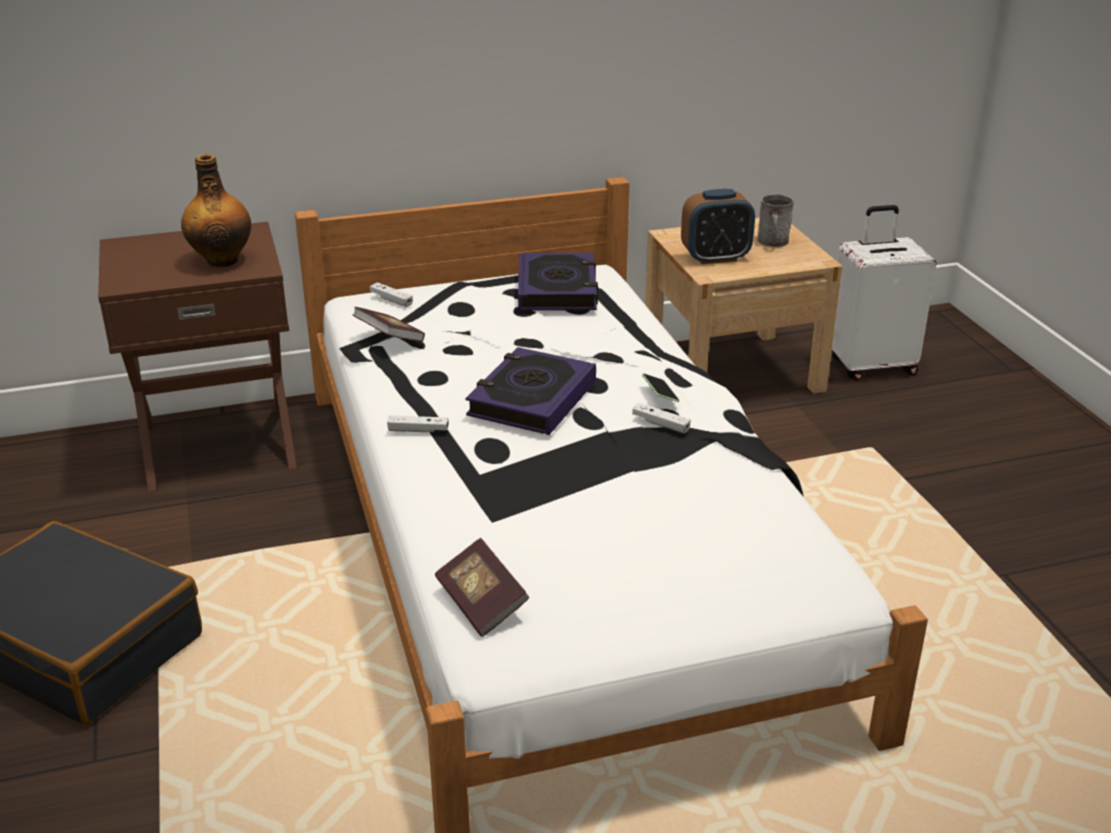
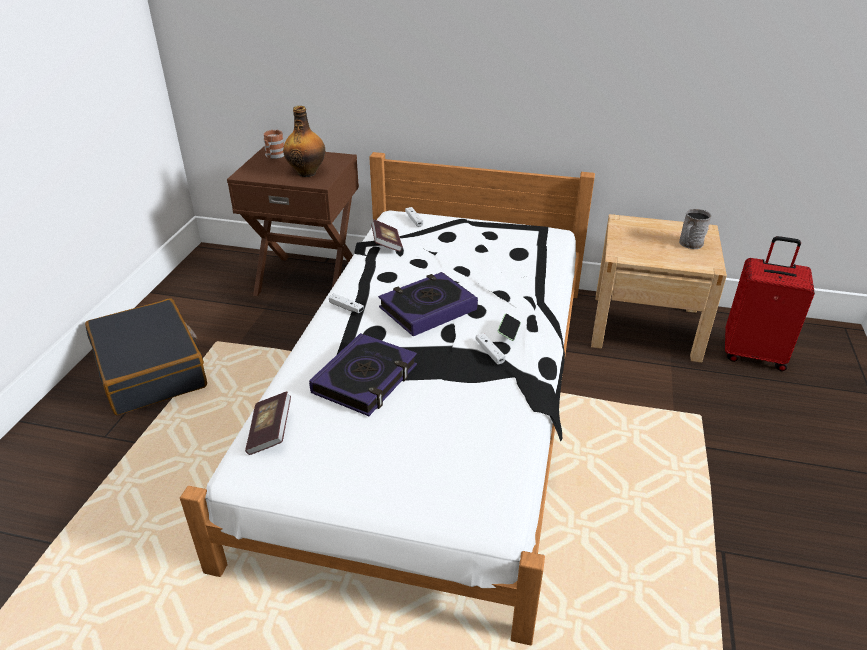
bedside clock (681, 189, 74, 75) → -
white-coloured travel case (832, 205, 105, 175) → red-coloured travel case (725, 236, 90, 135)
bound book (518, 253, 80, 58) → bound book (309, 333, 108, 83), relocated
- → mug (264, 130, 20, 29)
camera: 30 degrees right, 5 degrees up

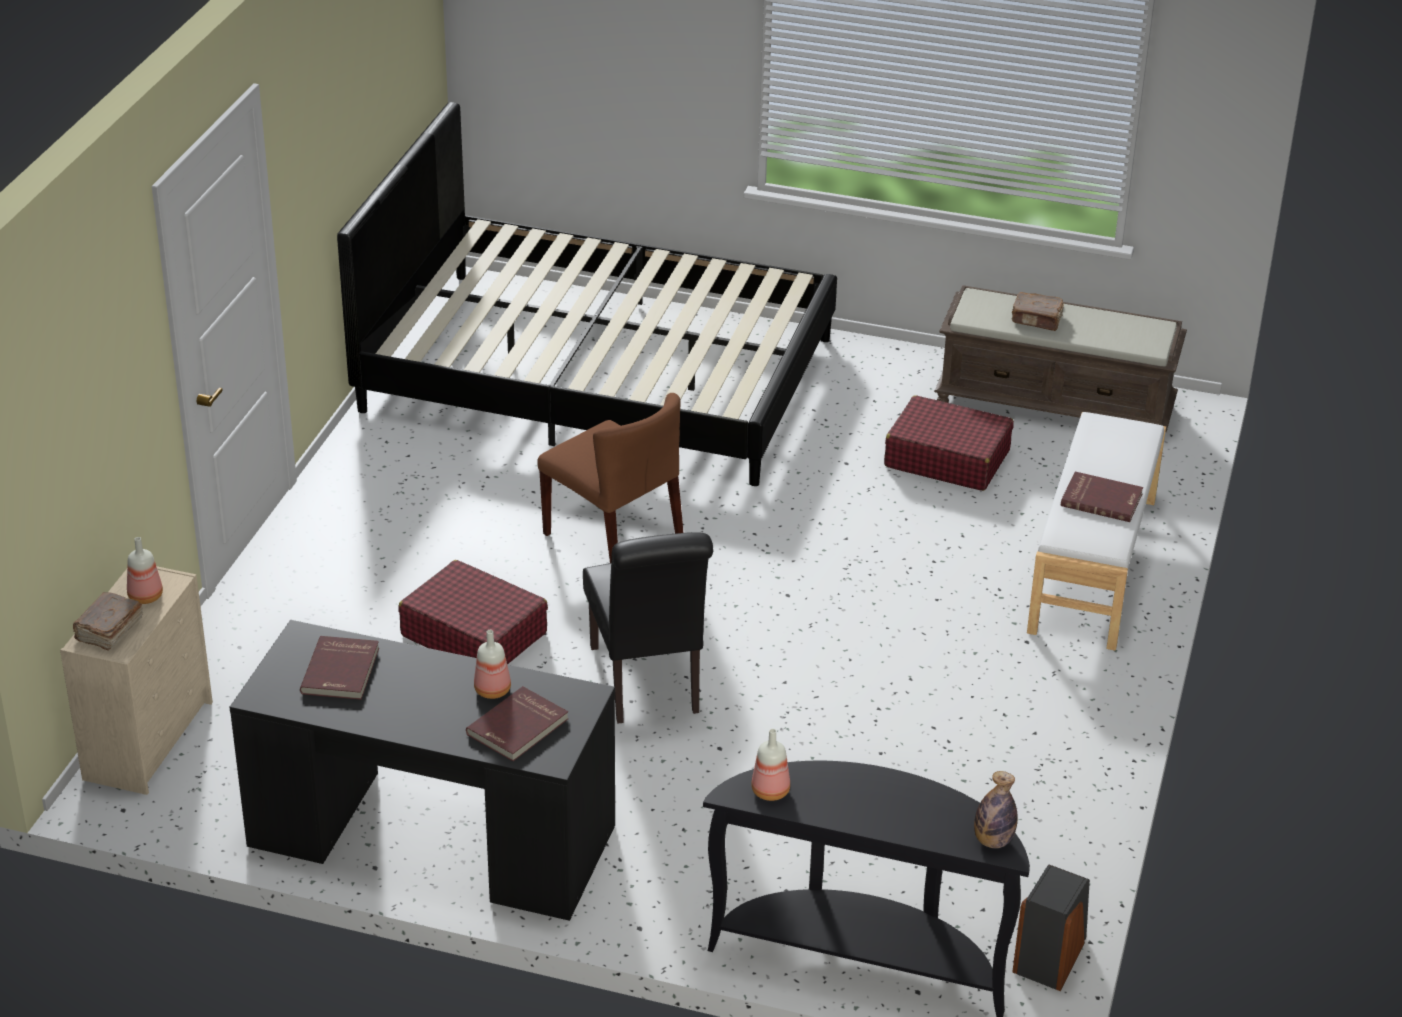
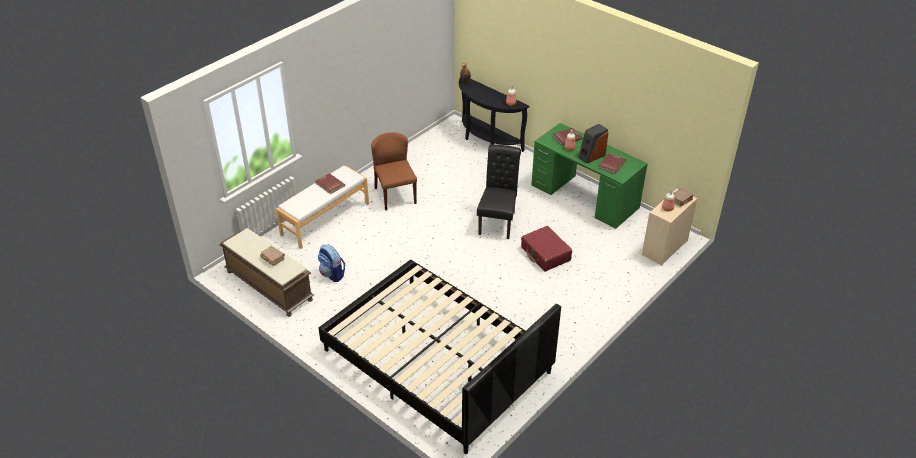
brown-coloured plain chair (538, 393, 146, 170) → brown-coloured plain chair (371, 132, 46, 79), relocated
red-coloured travel case (884, 395, 130, 96) → rucksack (318, 244, 27, 38)
black-coloured desk (229, 620, 386, 301) → greenish desk (531, 123, 117, 106)
audio speaker (1012, 864, 78, 127) → audio speaker (578, 124, 30, 40), relocated
camera: 155 degrees left, 5 degrees up

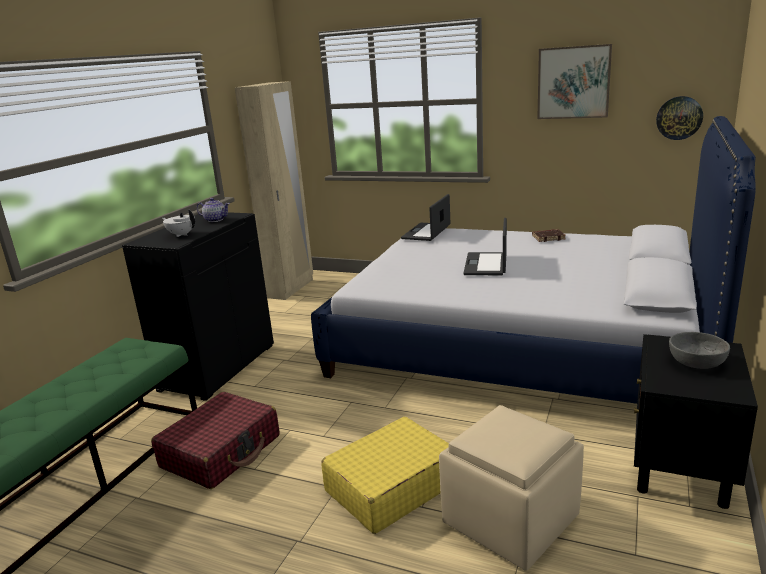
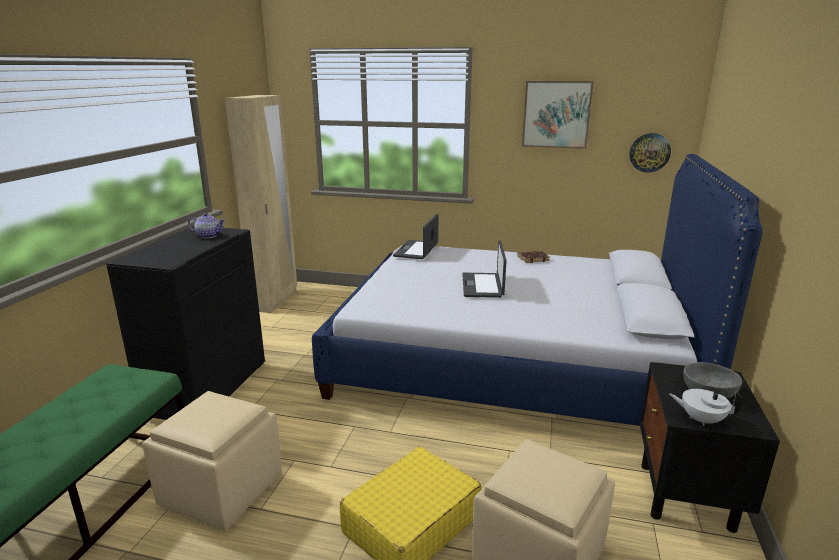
white-coloured teapot (162, 210, 33, 27) → white-coloured teapot (669, 389, 73, 37), relocated
red-coloured travel case (151, 392, 129, 97) → sand-coloured pouffe (142, 391, 140, 139)
camera: 10 degrees left, 0 degrees up

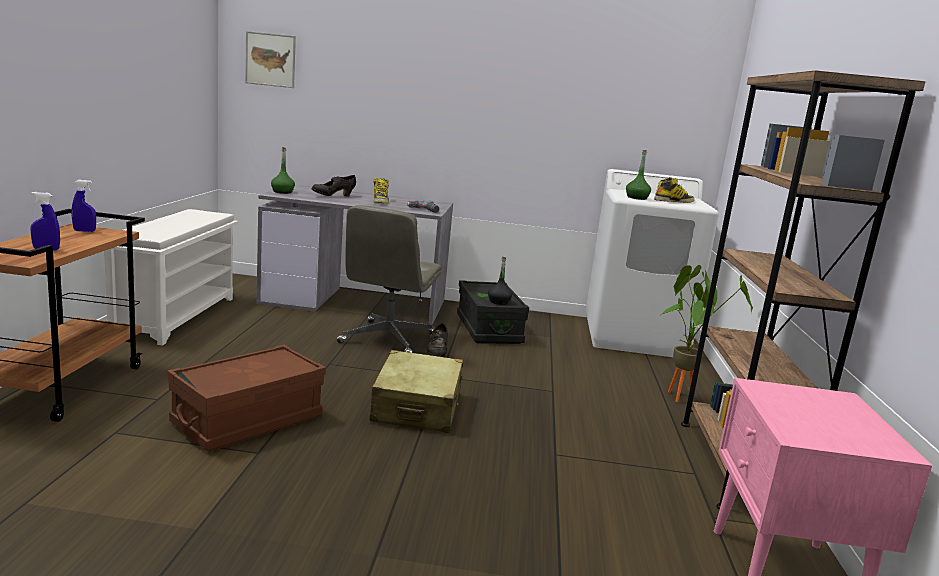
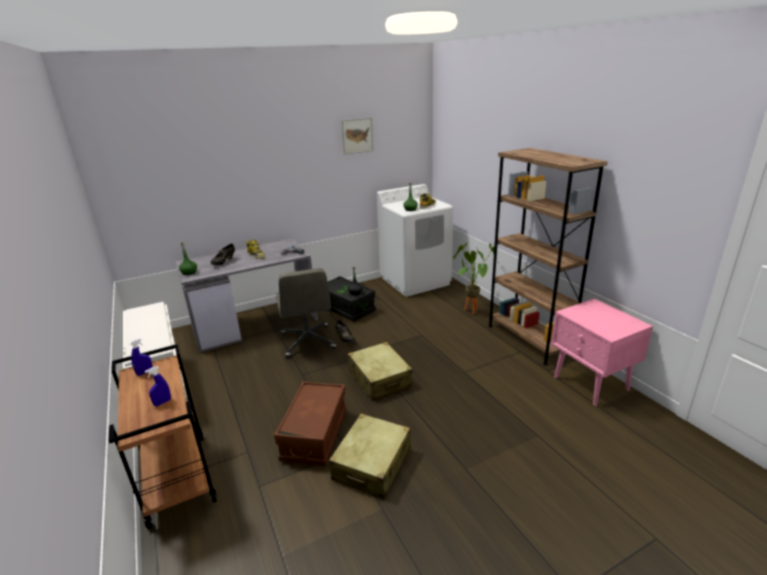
picture (245, 31, 51, 57) → picture (341, 118, 32, 37), relocated
- → sand-coloured travel case (329, 414, 82, 85)
camera: 30 degrees left, 10 degrees up

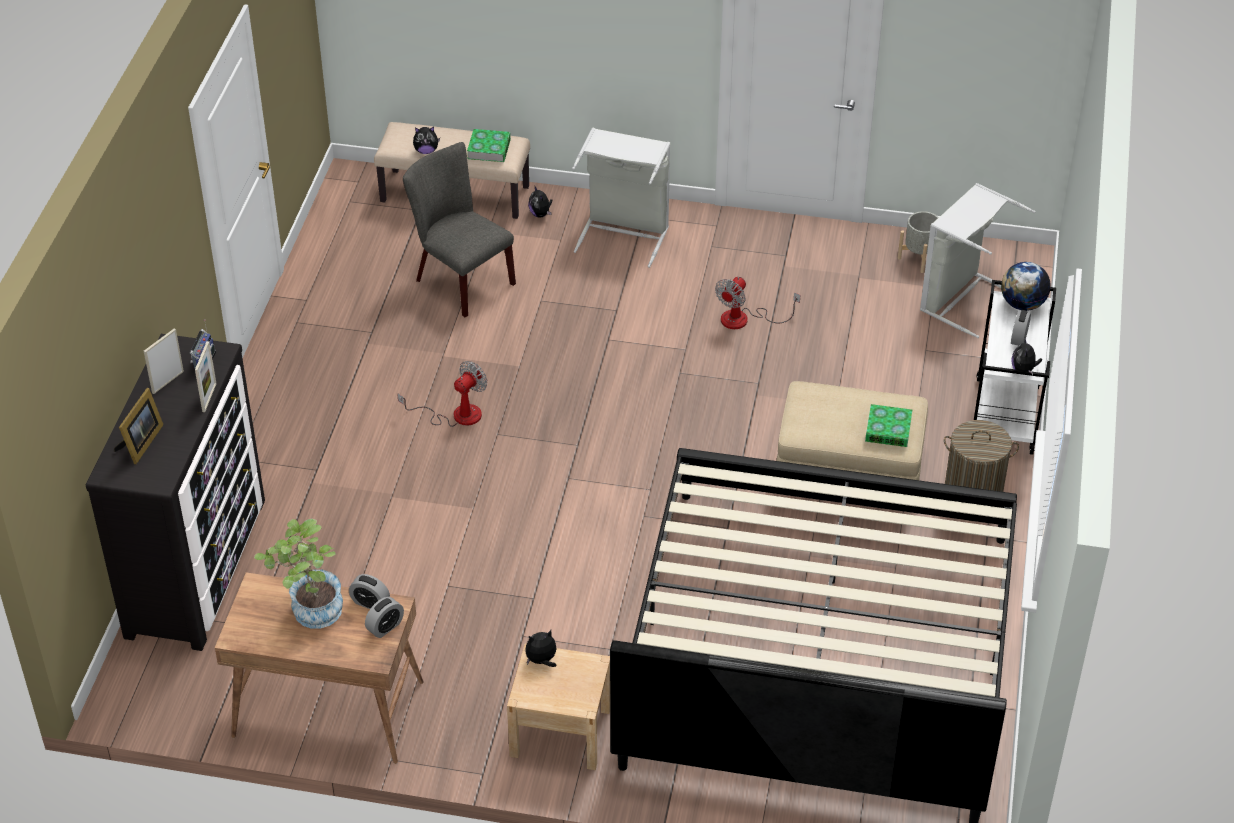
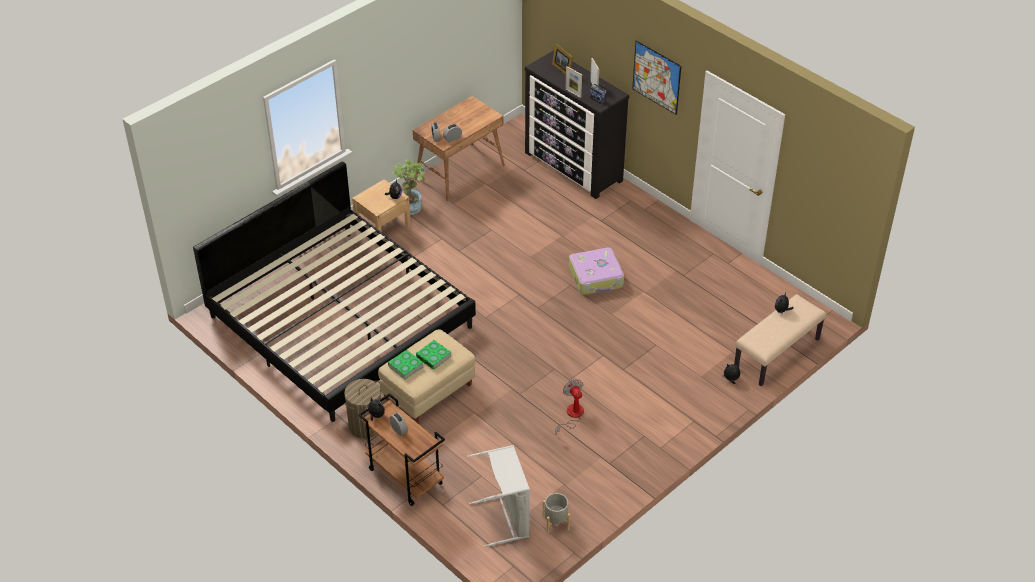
gray laundry basket (572, 128, 99, 140) → -
bound book (467, 129, 44, 33) → bound book (416, 340, 35, 30), relocated
gray plain chair (403, 142, 113, 175) → -
world globe (1001, 262, 50, 49) → -
white-coloured wheeled cart (974, 280, 82, 175) → brown-coloured wheeled cart (358, 393, 87, 113)
electric fan (397, 361, 91, 66) → travel case (569, 247, 55, 48)
potted plant (254, 519, 89, 110) → potted plant (392, 159, 33, 56), relocated
- → picture (632, 40, 49, 75)
camera: 125 degrees right, 0 degrees up

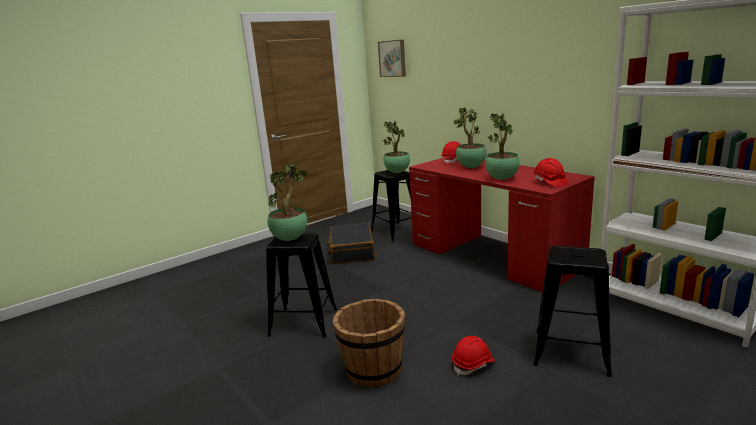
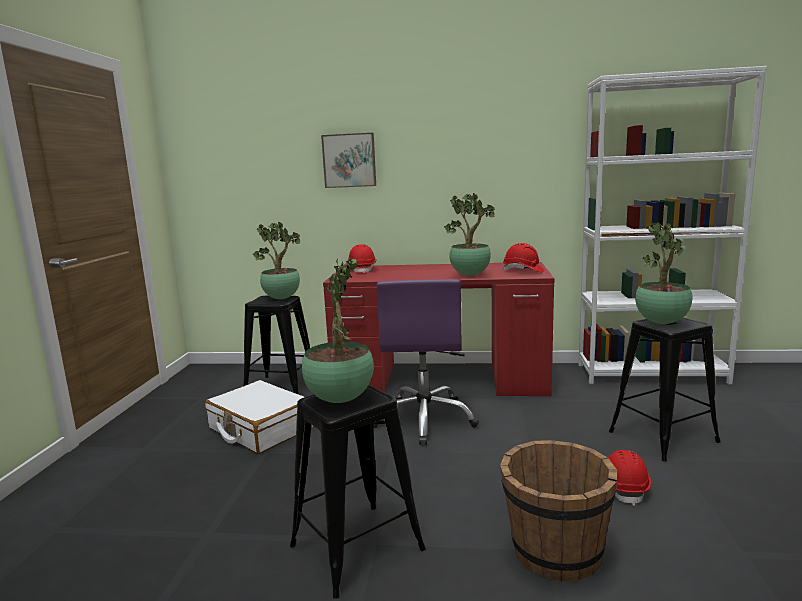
picture (378, 40, 28, 37) → picture (321, 133, 55, 55), relocated
potted plant (454, 107, 33, 61) → potted plant (635, 221, 57, 103), relocated
black-coloured travel case (328, 223, 47, 41) → white-coloured travel case (205, 380, 108, 74)
- → purple-coloured desk chair (373, 279, 106, 166)
camera: 45 degrees left, 5 degrees down

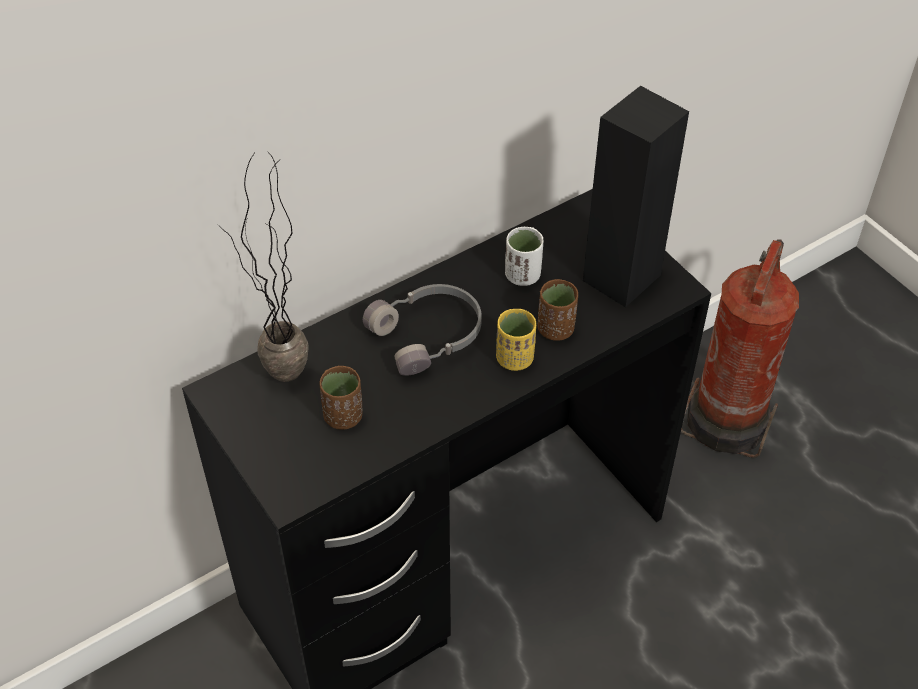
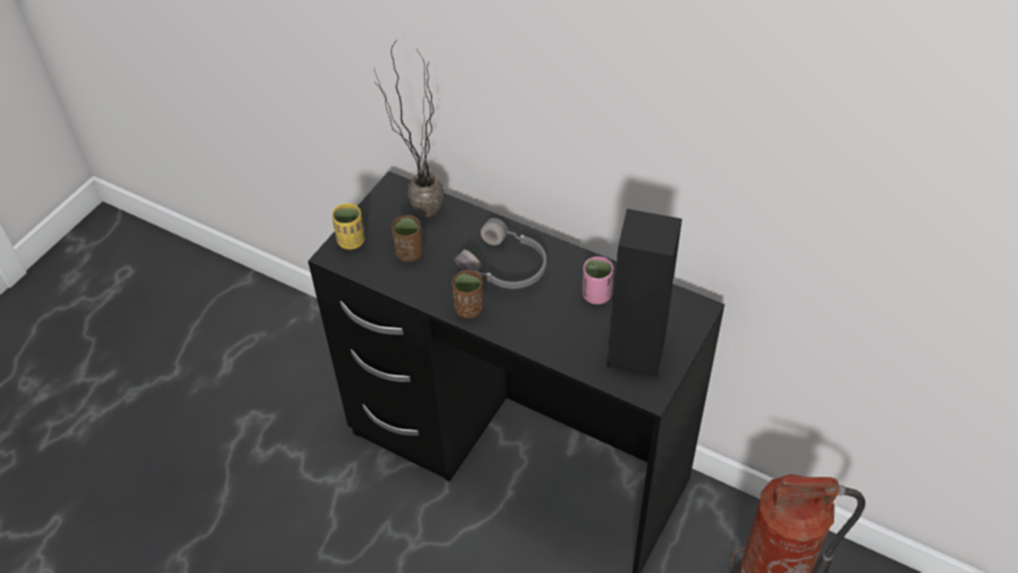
white-coloured drinking cup (505, 227, 38, 59) → pink drinking cup (582, 256, 32, 48)
brown-coloured drinking cup (537, 279, 41, 62) → brown-coloured drinking cup (452, 270, 32, 48), relocated
yellowish drinking cup (496, 309, 40, 62) → yellowish drinking cup (332, 203, 33, 47), relocated
camera: 65 degrees right, 0 degrees up

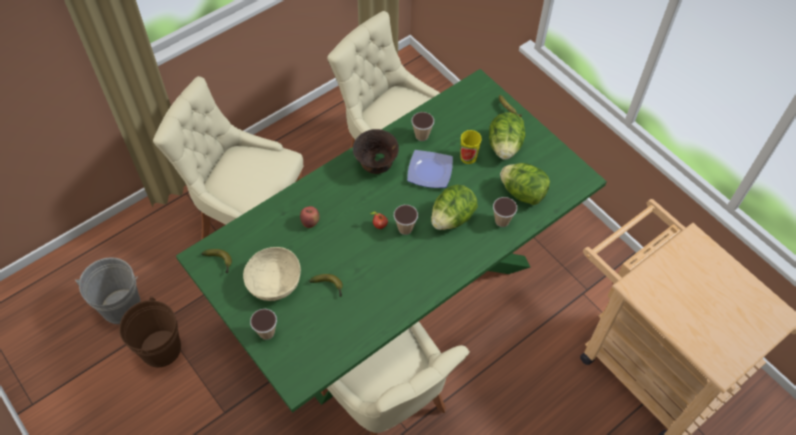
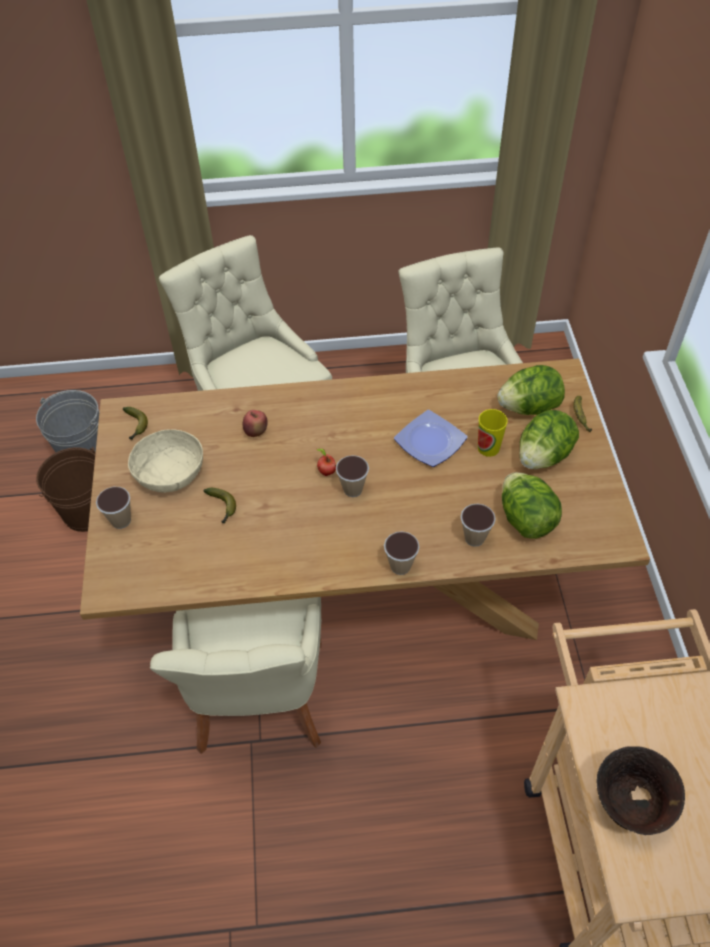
greenish dinner table (176, 69, 431, 344) → brown-coloured dinner table (80, 358, 570, 282)
drinking cup (411, 112, 23, 29) → drinking cup (384, 531, 35, 44), relocated
brown-coloured serving bowl (353, 129, 46, 45) → brown-coloured serving bowl (597, 746, 88, 89), relocated
head of lettuce (431, 185, 47, 45) → head of lettuce (497, 365, 68, 50), relocated
camera: 35 degrees right, 5 degrees down

